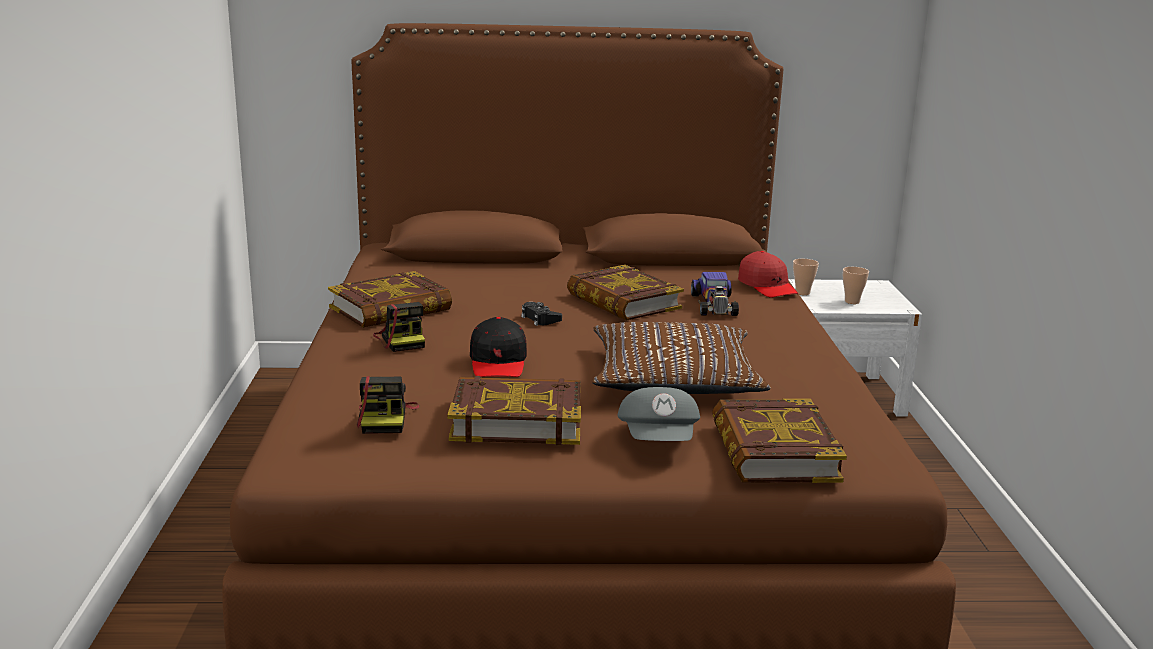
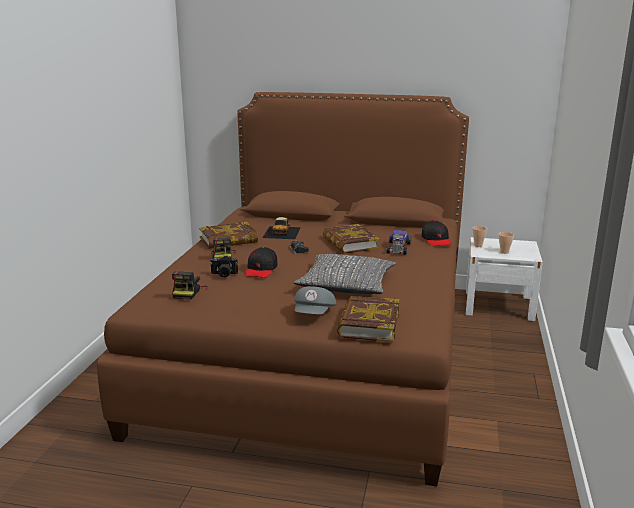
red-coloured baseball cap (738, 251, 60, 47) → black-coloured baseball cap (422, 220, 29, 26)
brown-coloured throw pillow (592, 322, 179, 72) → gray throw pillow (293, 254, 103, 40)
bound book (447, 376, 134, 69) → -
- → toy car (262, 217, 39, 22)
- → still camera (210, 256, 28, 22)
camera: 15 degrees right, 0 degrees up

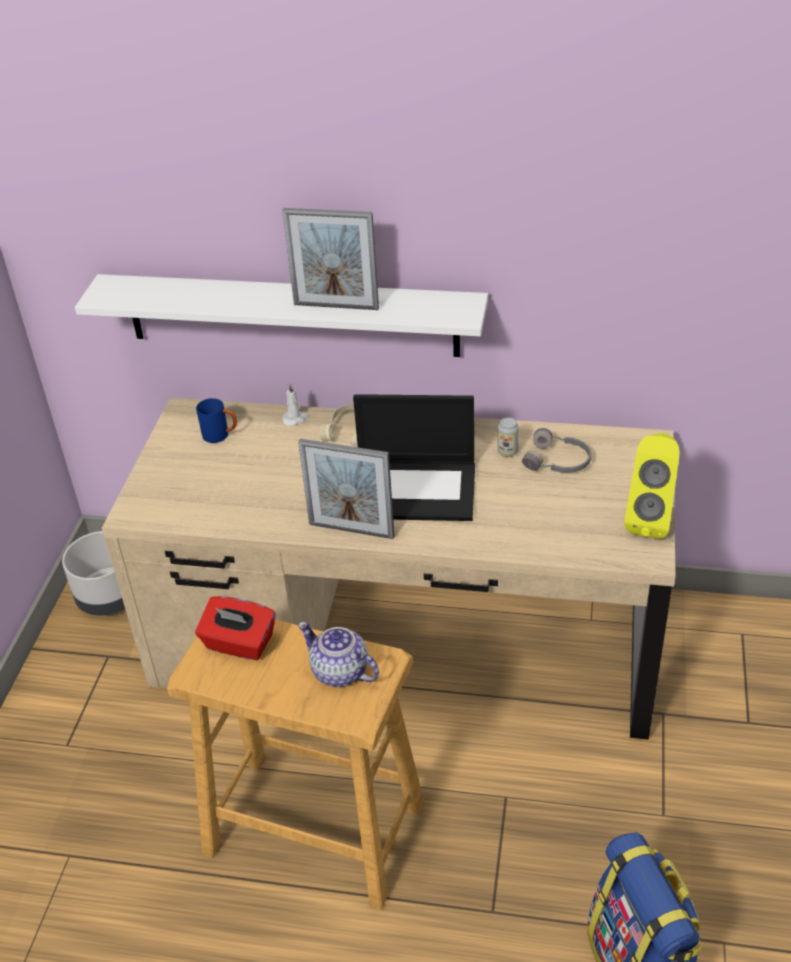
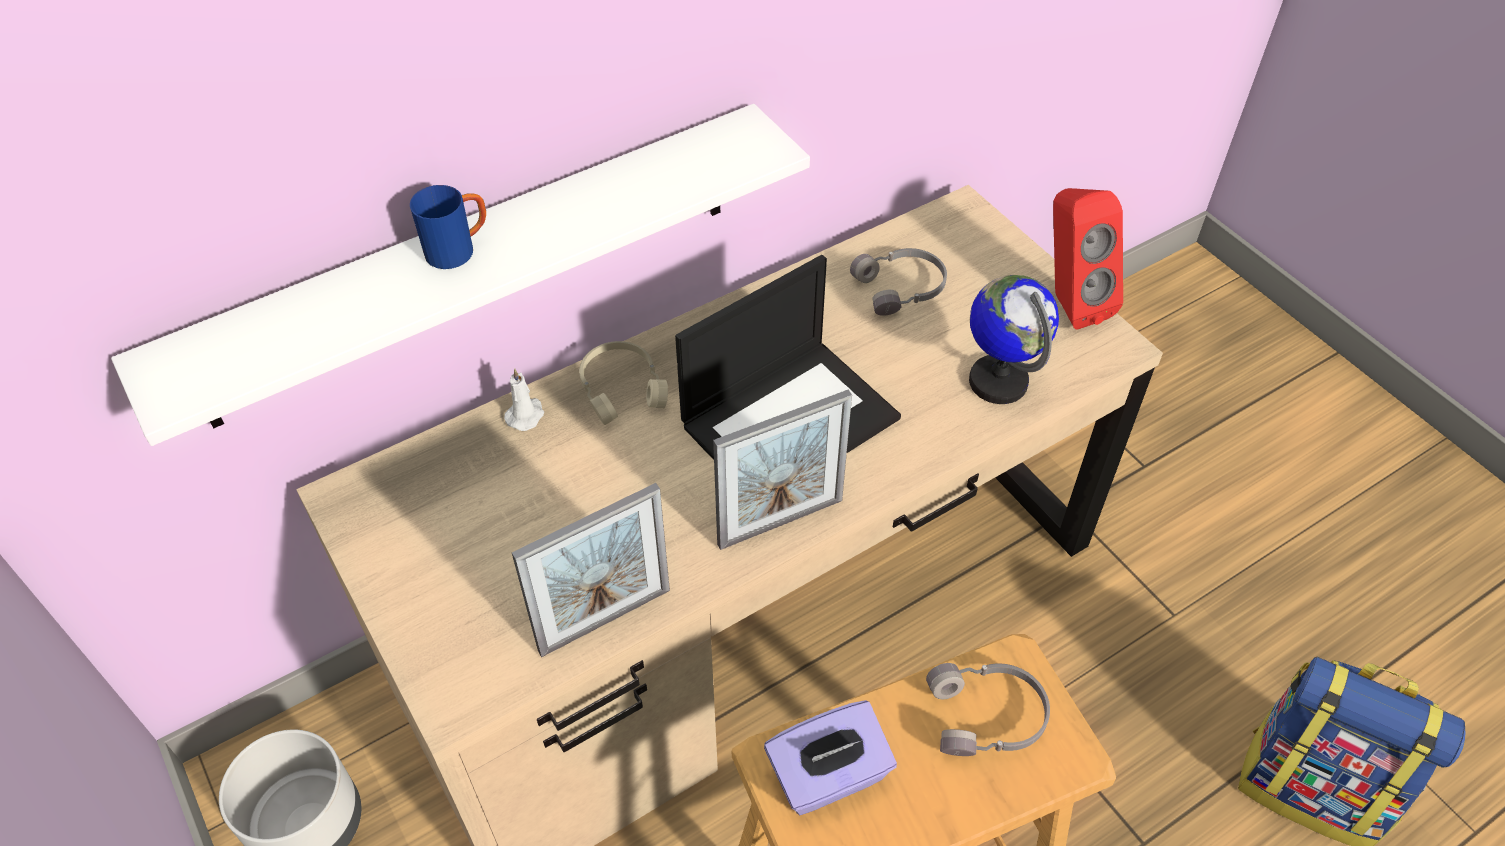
photo frame (282, 208, 97, 102) → photo frame (512, 483, 158, 174), relocated
blue-coloured mug (196, 398, 41, 45) → blue-coloured mug (410, 185, 76, 84), relocated
sealed can (498, 417, 21, 40) → -
yellowish audio speaker (624, 433, 56, 106) → red-coloured audio speaker (1053, 188, 70, 141)
red-coloured tissue holder (195, 596, 81, 64) → purple-coloured tissue holder (764, 700, 133, 115)
teapot (298, 622, 81, 65) → gray pair of headphones (926, 663, 124, 93)
- → world globe (969, 275, 90, 129)
camera: 45 degrees left, 10 degrees up

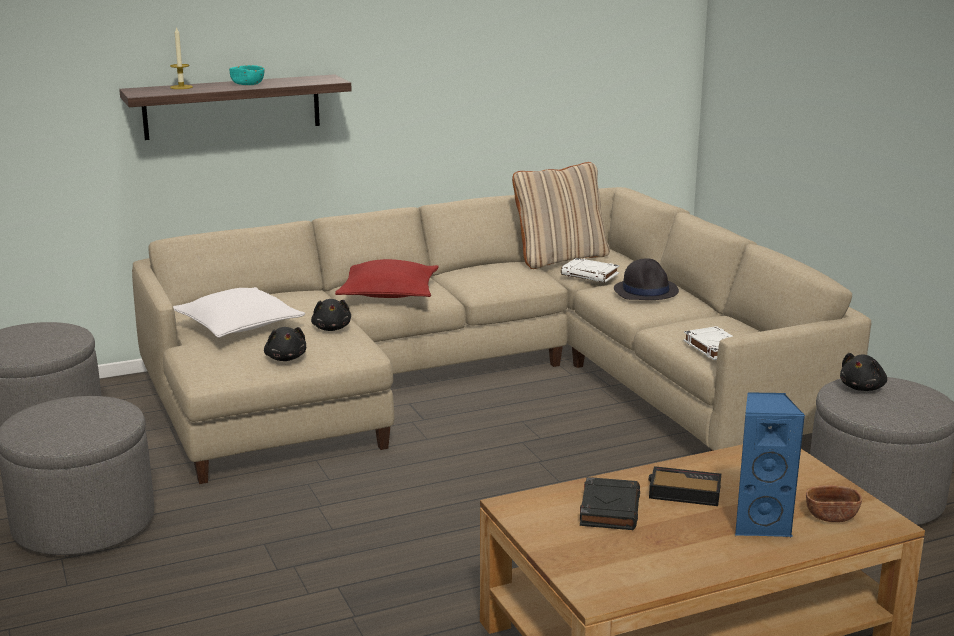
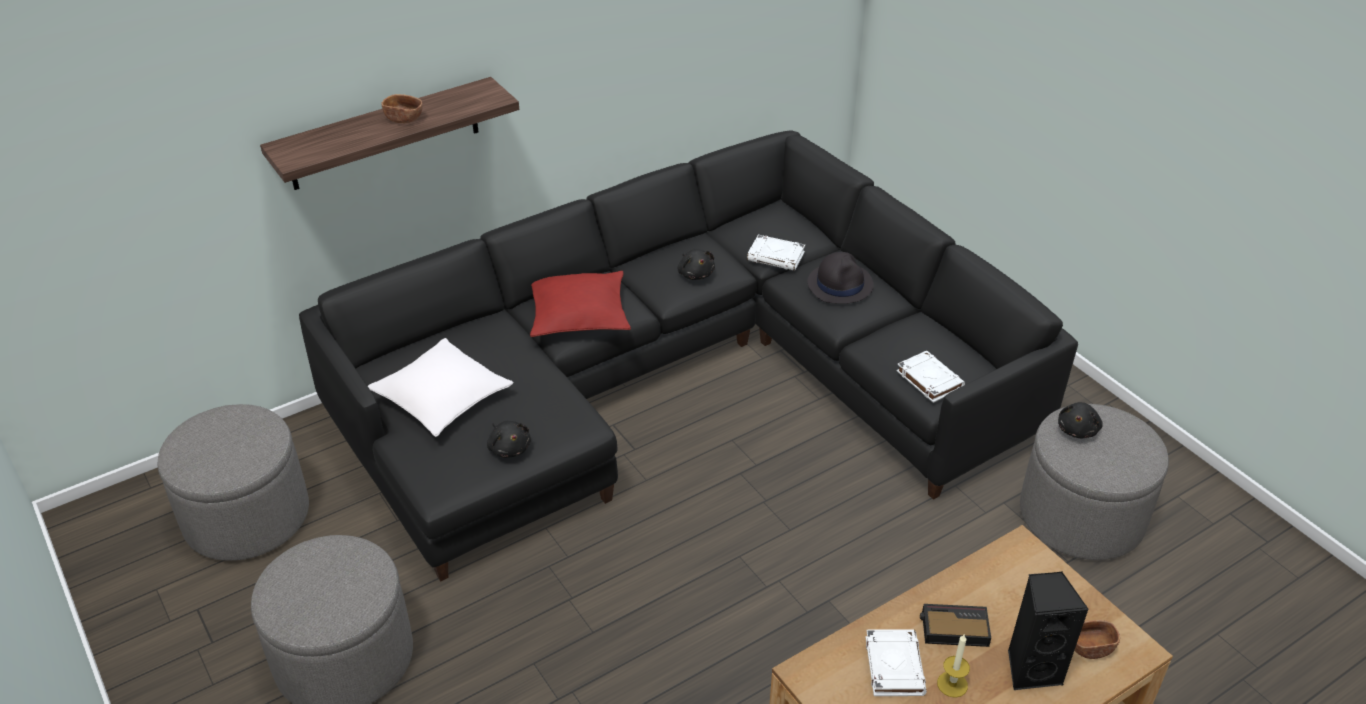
wax light (170, 26, 23, 63) → wax light (937, 635, 33, 63), relocated
blue-green serving bowl (229, 65, 35, 20) → brown-coloured serving bowl (381, 94, 42, 29)
sand-coloured throw pillow (512, 162, 98, 107) → -
sand-coloured sofa (132, 187, 739, 297) → black-coloured sofa (299, 130, 779, 452)
black-coloured soft toy (311, 299, 40, 32) → black-coloured soft toy (678, 249, 37, 31), relocated
blue-coloured audio speaker (735, 392, 70, 146) → black-coloured audio speaker (1008, 571, 81, 119)
black-coloured bound book (580, 477, 60, 53) → white-coloured bound book (865, 629, 62, 67)
camera: 10 degrees left, 20 degrees up

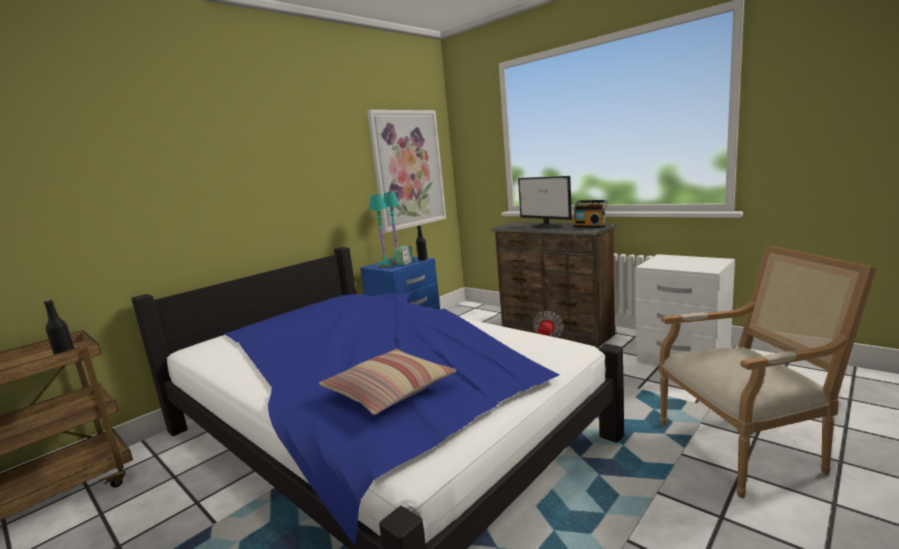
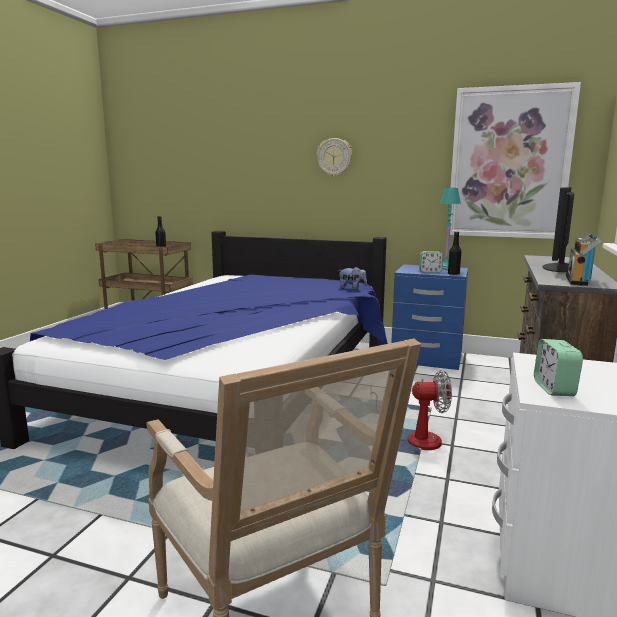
blue-green table lamp (369, 195, 26, 73) → -
throw pillow (319, 349, 137, 66) → -
- → wall clock (316, 138, 36, 39)
- → soft toy (338, 267, 29, 23)
- → bedside clock (534, 339, 49, 57)
camera: 65 degrees right, 0 degrees up

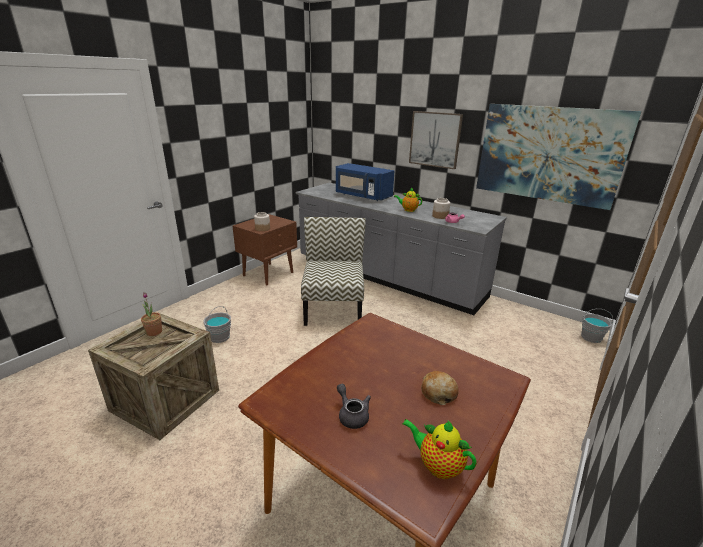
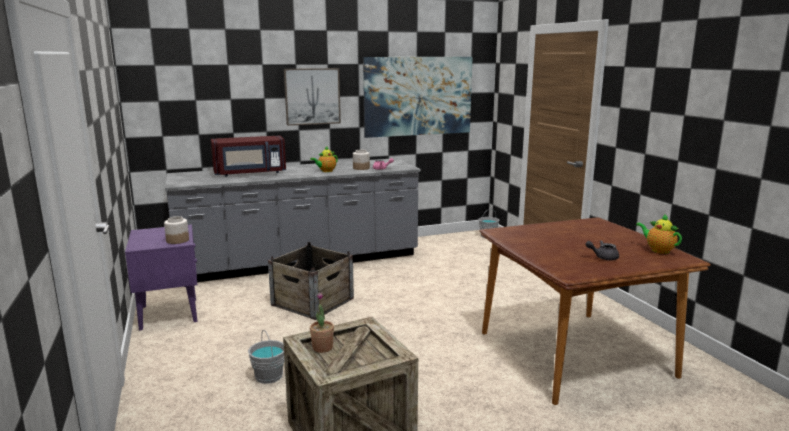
blue-coloured microwave oven (336, 163, 59, 38) → red-coloured microwave oven (211, 136, 75, 41)
brown-coloured nightstand (232, 214, 65, 72) → purple-coloured nightstand (125, 224, 72, 106)
plain chair (301, 217, 65, 109) → crate (268, 242, 86, 78)
bread (421, 371, 38, 34) → -
teapot (402, 419, 75, 60) → teapot (636, 214, 46, 40), 75 degrees clockwise
camera: 55 degrees left, 10 degrees down

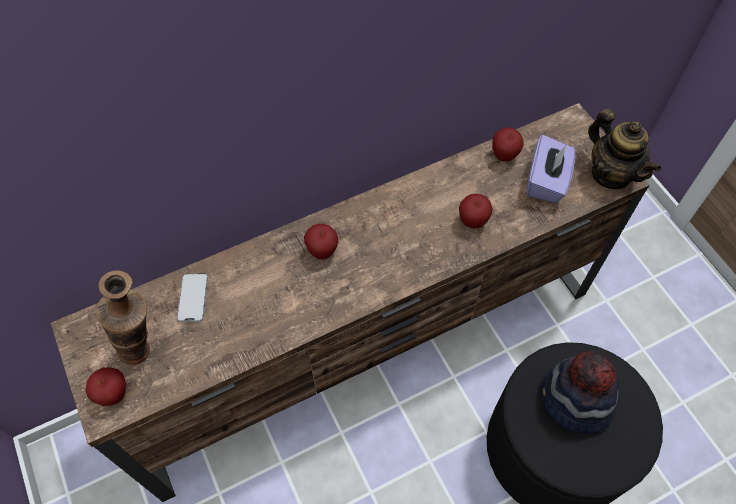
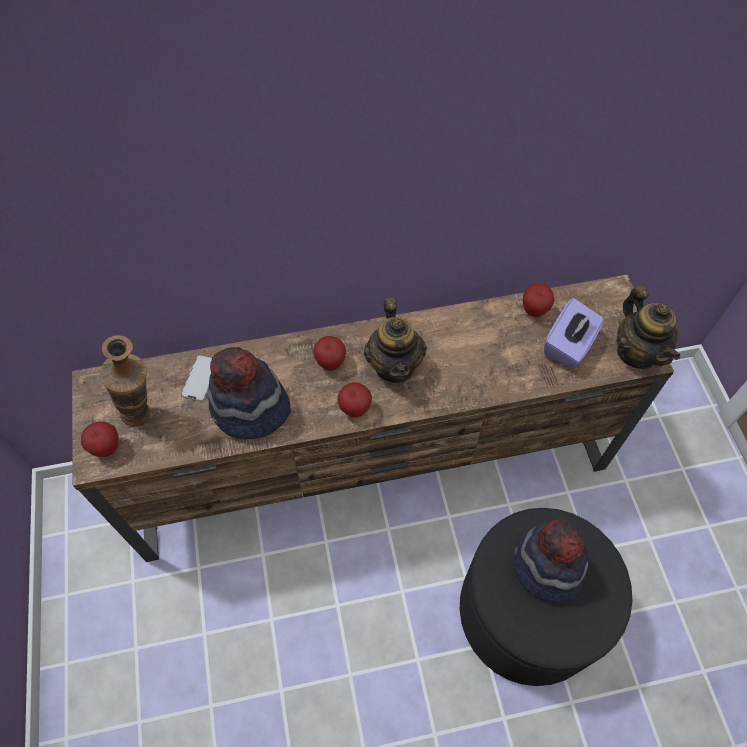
apple fruit (459, 194, 34, 34) → apple fruit (337, 382, 35, 36), relocated
- → teapot (364, 298, 63, 85)
- → wearable hat (208, 347, 83, 92)
camera: 15 degrees right, 0 degrees up

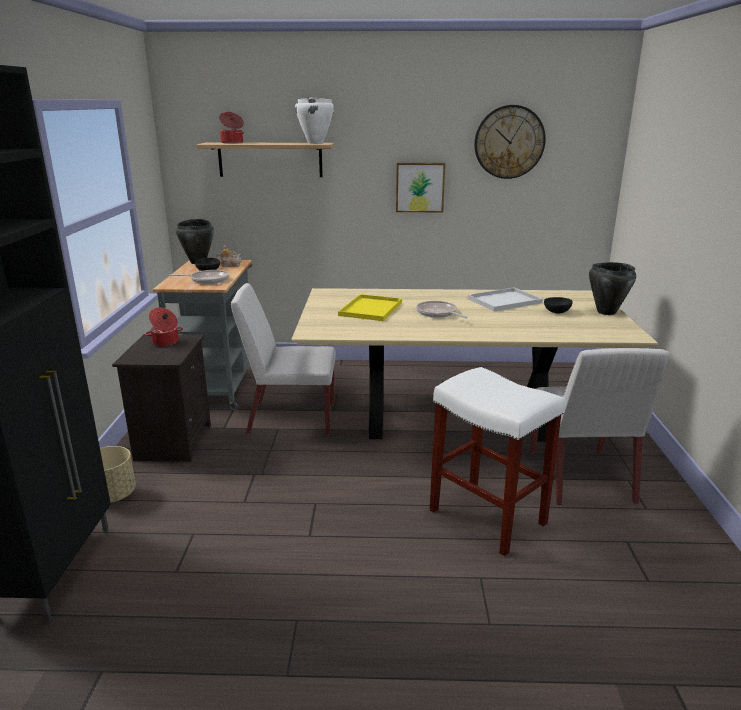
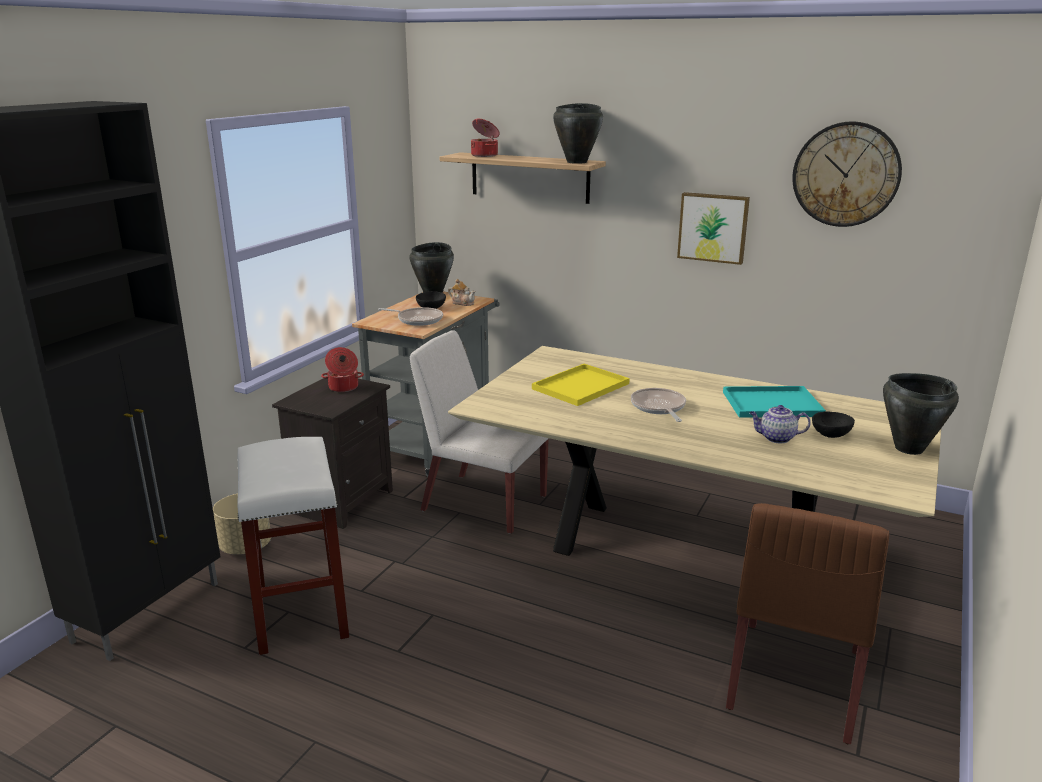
white-coloured saucepot (295, 97, 39, 47) → black-coloured saucepot (553, 103, 50, 61)
white-coloured serving tray (468, 288, 75, 23) → blue-green serving tray (723, 386, 103, 32)
white-coloured plain chair (530, 348, 139, 158) → brown-coloured plain chair (726, 503, 163, 241)
white-coloured stool (430, 367, 135, 189) → white-coloured stool (237, 437, 112, 218), relocated
- → teapot (749, 405, 62, 38)
camera: 25 degrees right, 0 degrees up

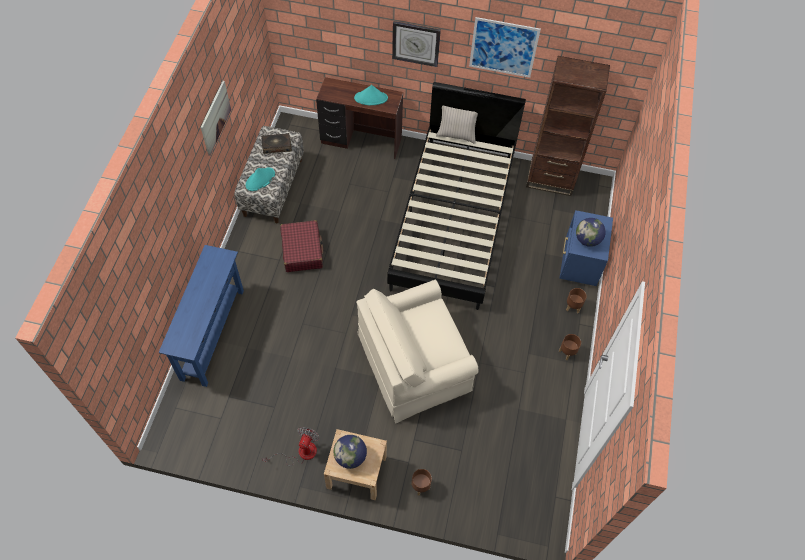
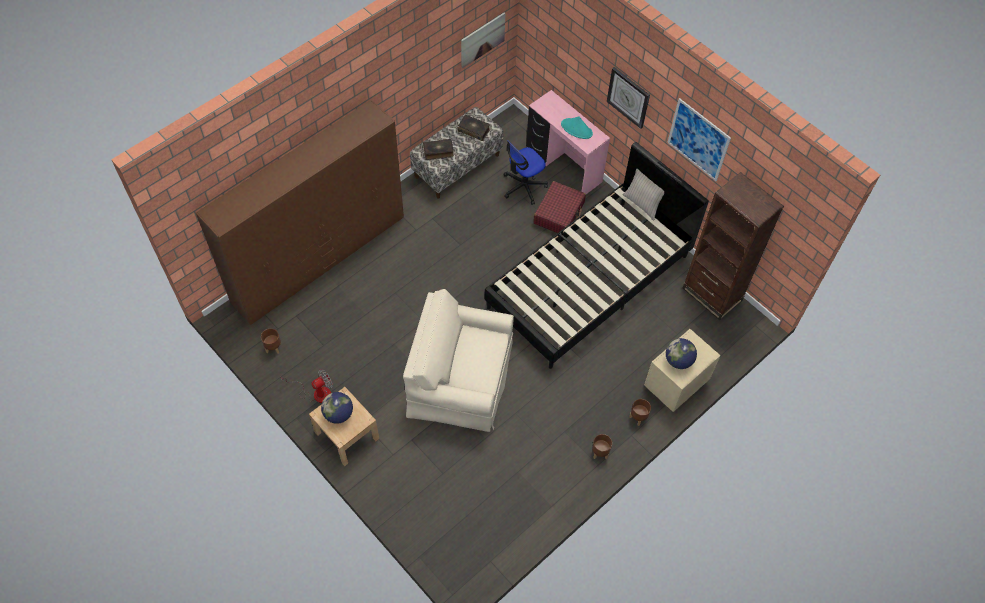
brown-coloured desk (316, 77, 87, 82) → pink desk (526, 90, 84, 104)
picture (201, 81, 30, 75) → picture (461, 12, 45, 56), relocated
blue-green wearable hat (246, 168, 29, 23) → bound book (423, 139, 31, 21)
blue-coloured nightstand (560, 210, 53, 76) → sand-coloured nightstand (644, 329, 77, 83)
red-coloured travel case (281, 220, 42, 52) → red-coloured travel case (534, 181, 52, 52), relocated
blue-coloured console table (158, 245, 86, 142) → brown-coloured armoire (196, 100, 208, 225)
brown-coloured planter (411, 469, 21, 27) → brown-coloured planter (261, 328, 20, 26), relocated
- → desk chair (503, 140, 45, 65)
camera: 35 degrees right, 0 degrees up

